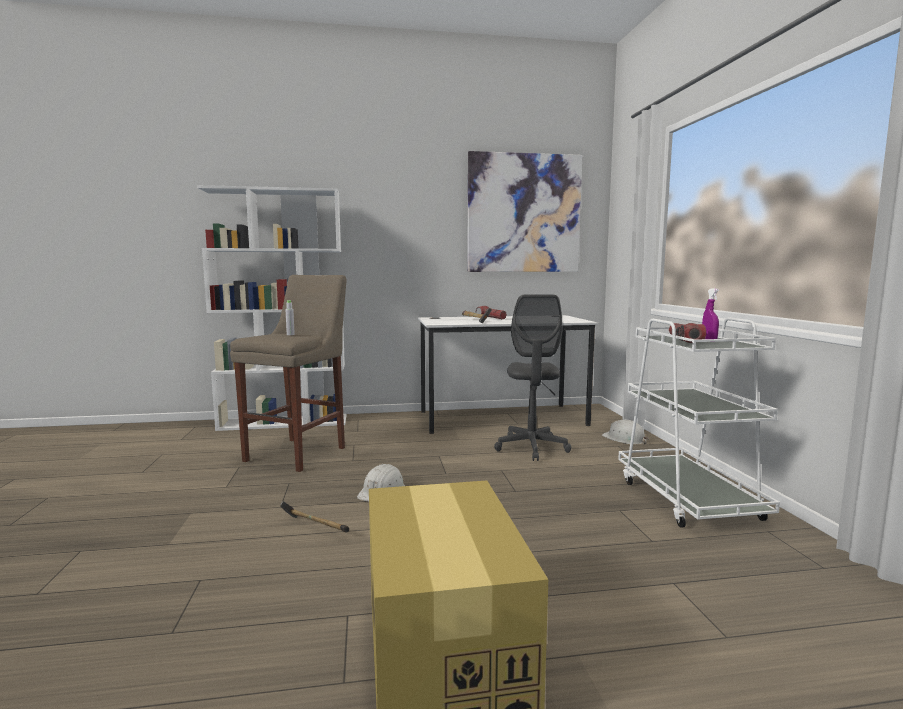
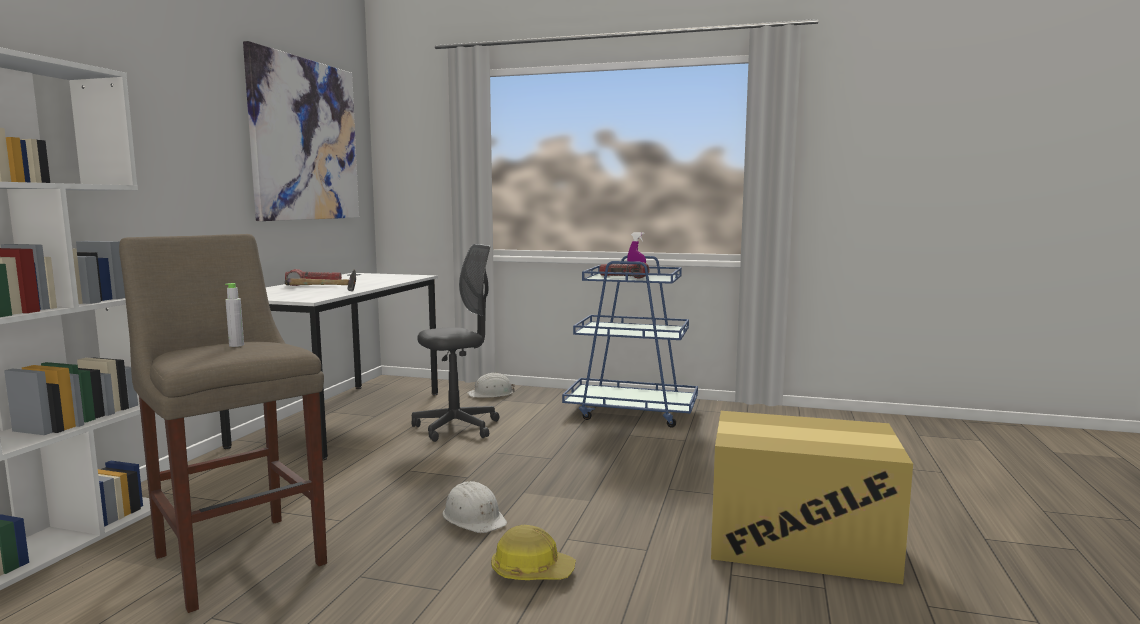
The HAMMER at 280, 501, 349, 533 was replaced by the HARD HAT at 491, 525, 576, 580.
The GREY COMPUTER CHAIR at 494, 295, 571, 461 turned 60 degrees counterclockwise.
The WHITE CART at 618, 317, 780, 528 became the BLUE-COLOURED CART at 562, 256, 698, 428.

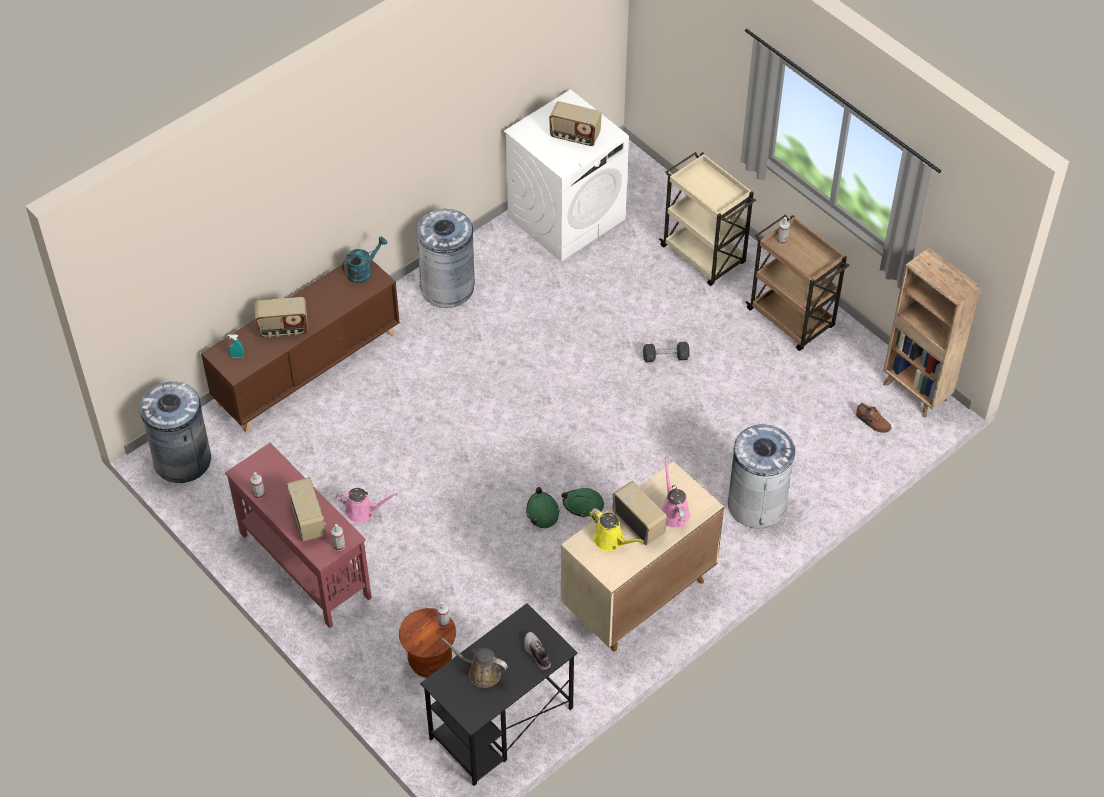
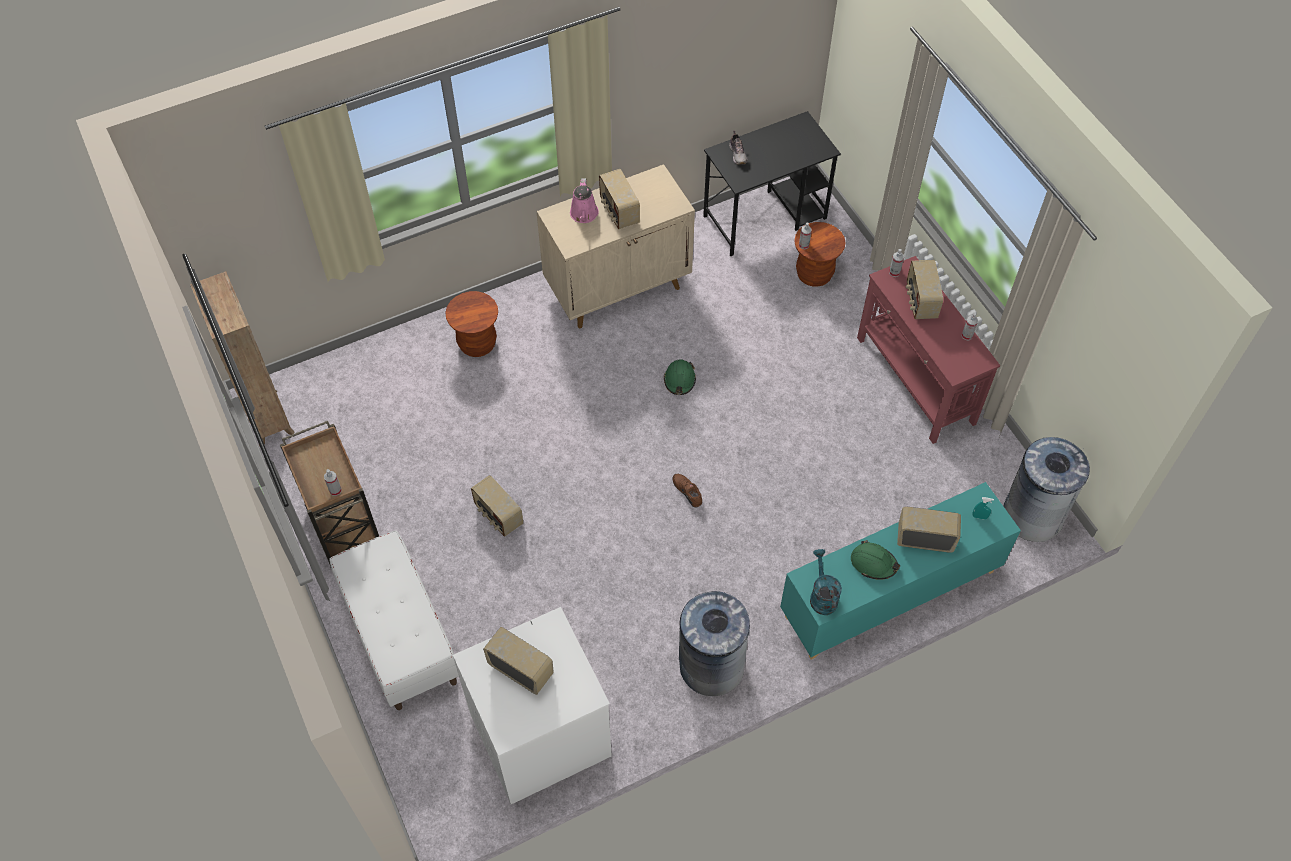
The BROWNISH CABINET at 201, 260, 400, 433 became the TURQUOISE-COLOURED CABINET at 780, 482, 1021, 660.
The PINK-COLOURED SPRINKLING CAN at 336, 488, 398, 523 disappeared.
The TURQUOISE-COLOURED SPRINKLING CAN at 342, 236, 387, 283 turned 105 degrees clockwise.
The BROWNISH SPRINKLING CAN at 441, 637, 508, 688 disappeared.
The GREENISH HARD HAT moved from 562, 488, 604, 517 to 851, 540, 900, 580.
The YELLOW SPRINKLING CAN at 589, 508, 644, 551 disappeared.
The GREY DUMBBELL at 643, 342, 690, 362 was replaced by the RADIO RECEIVER at 471, 475, 523, 537.
The BEIGE CART at 659, 152, 756, 286 was replaced by the WHITE INDOOR BENCH at 329, 531, 459, 710.
The GREY TRASH CAN at 728, 424, 798, 528 was replaced by the BROWNISH STOOL SEAT at 445, 291, 498, 357.
The BROWNISH LOW SHOE moved from 856, 403, 891, 433 to 672, 474, 702, 508.

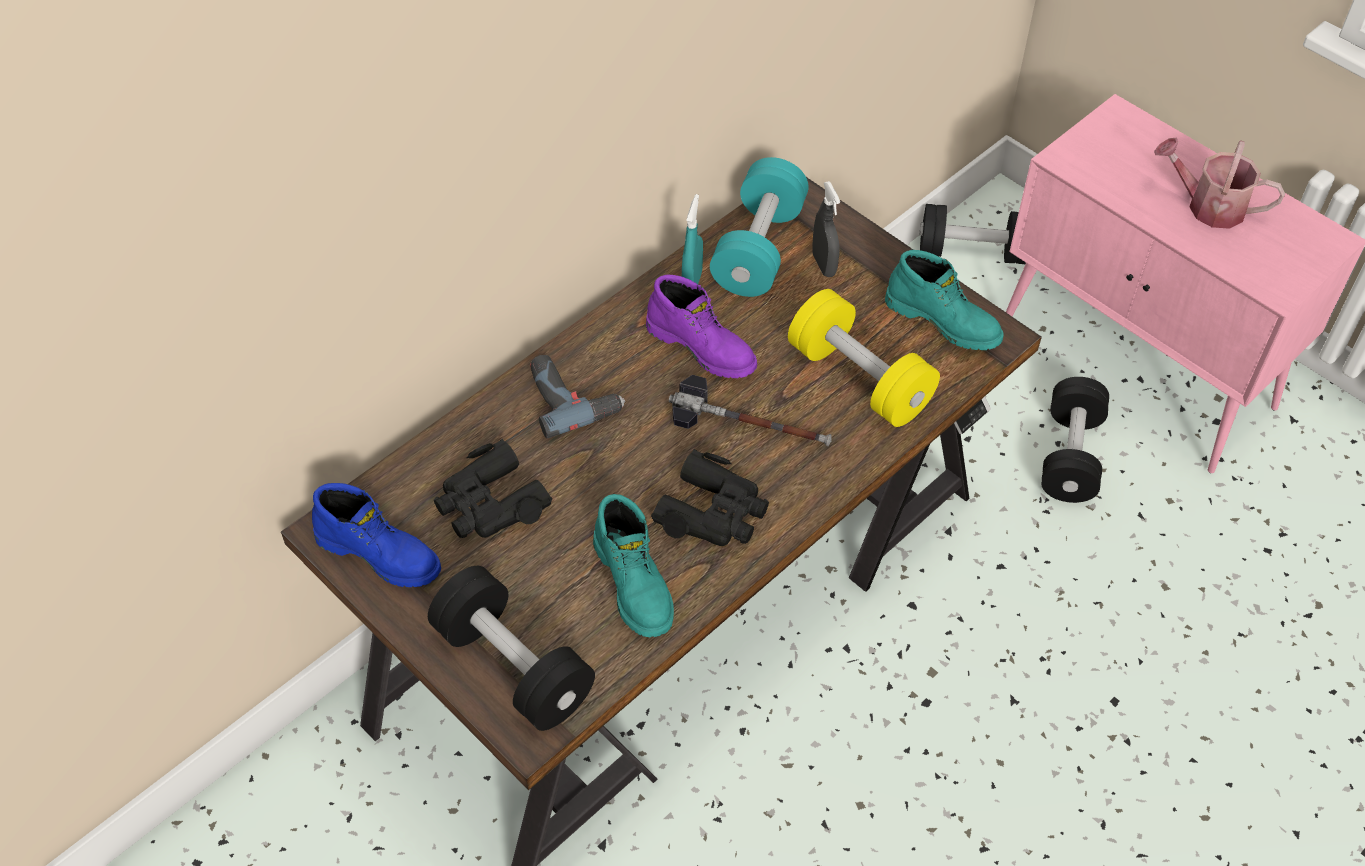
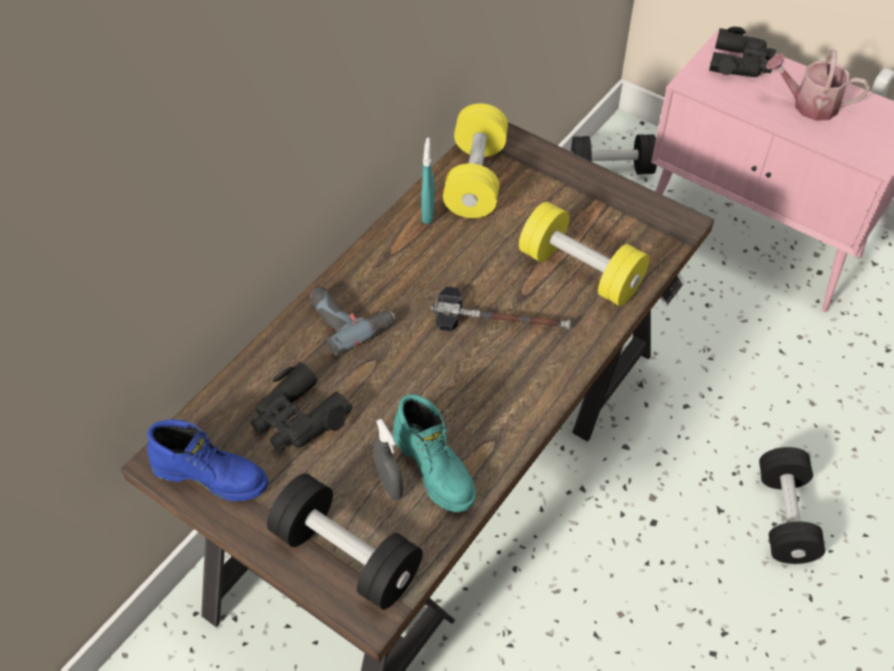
The PURPLISH BOOT at 646, 275, 757, 378 disappeared.
The BLACK FIELD GLASSES moved from 651, 449, 769, 546 to 709, 27, 776, 77.
The TURQUOISE-COLOURED DUMBBELL at 710, 157, 809, 297 became the YELLOW DUMBBELL at 443, 103, 508, 218.
The GREY SPRAYER moved from 812, 181, 840, 277 to 374, 419, 403, 501.
The TURQUOISE-COLOURED BOOT at 885, 250, 1004, 350 disappeared.
The BLACK DUMBBELL moved from 1041, 377, 1109, 503 to 759, 447, 825, 564.

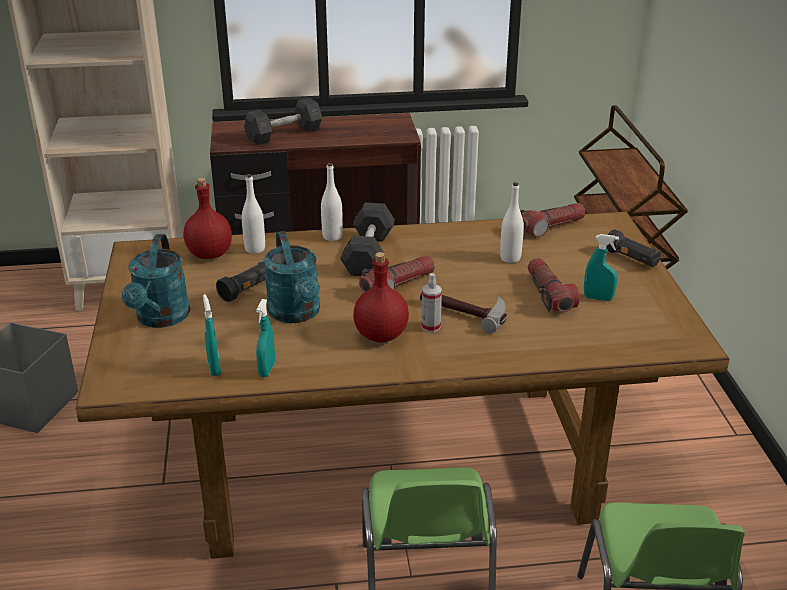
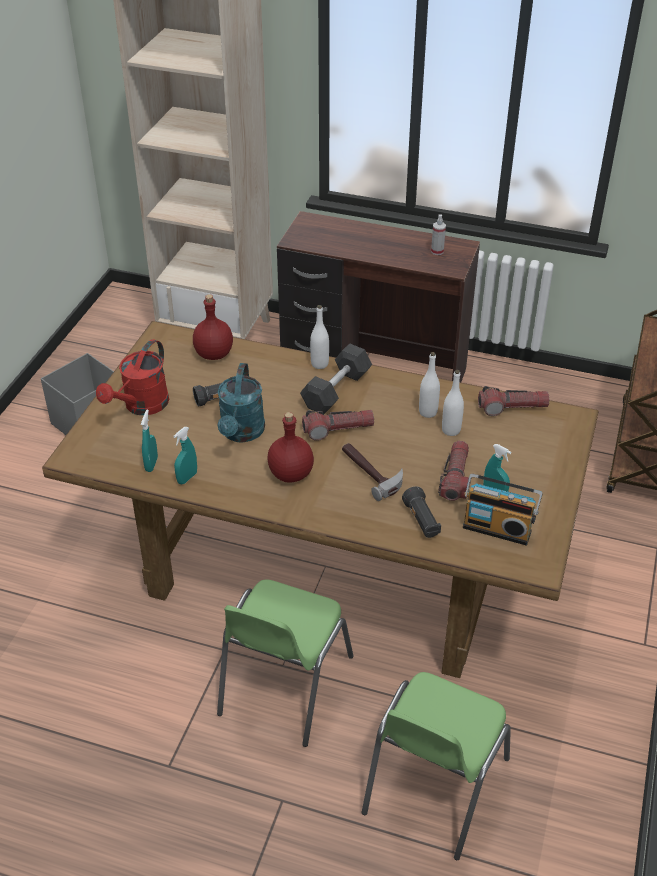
The TURQUOISE-COLOURED SPRINKLING CAN at 122, 234, 191, 328 became the RED-COLOURED SPRINKLING CAN at 96, 339, 169, 415.
The WHITE DRINK BOTTLE moved from 242, 174, 265, 254 to 419, 352, 440, 418.
The GREY DUMBBELL at 244, 97, 322, 145 disappeared.
The SPRAYER moved from 421, 273, 442, 332 to 431, 214, 446, 255.
The BLACK HAND TORCH moved from 606, 229, 661, 267 to 402, 486, 441, 538.
The RADIO RECEIVER at 463, 474, 543, 546 appeared.

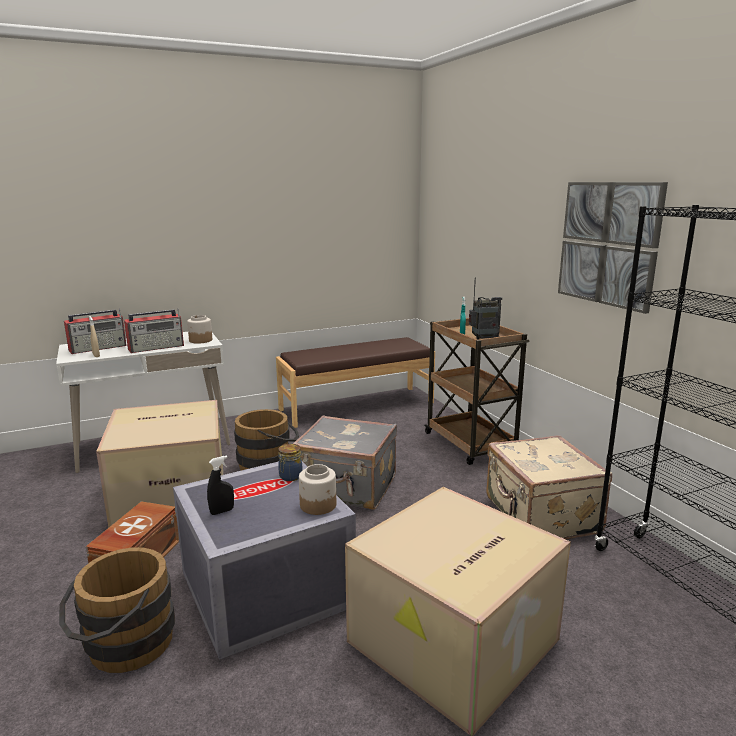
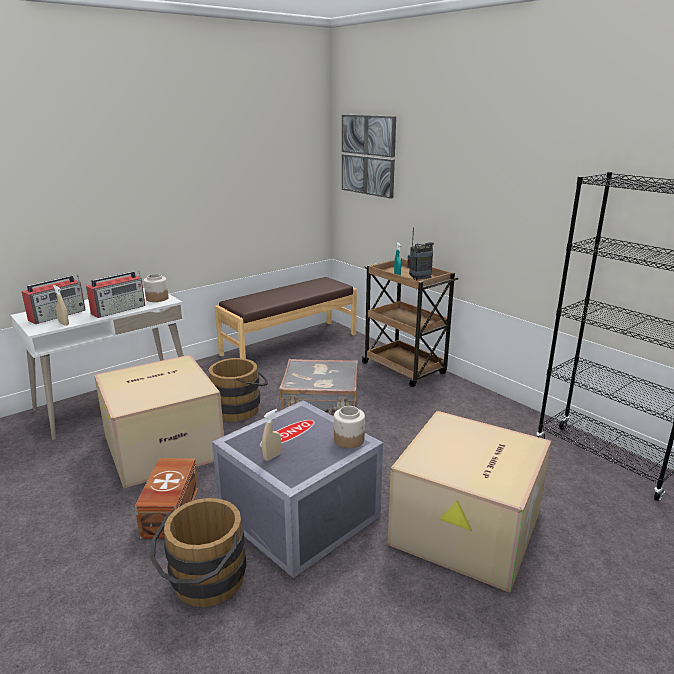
The BLACK SPRAYER at 207, 456, 234, 515 became the BEIGE SPRAYER at 262, 409, 281, 461.
The PRESERVE JAR at 278, 444, 303, 481 disappeared.
The BEIGE SUITCASE at 486, 435, 612, 539 disappeared.
The PICTURE moved from 558, 182, 668, 314 to 342, 115, 396, 199.

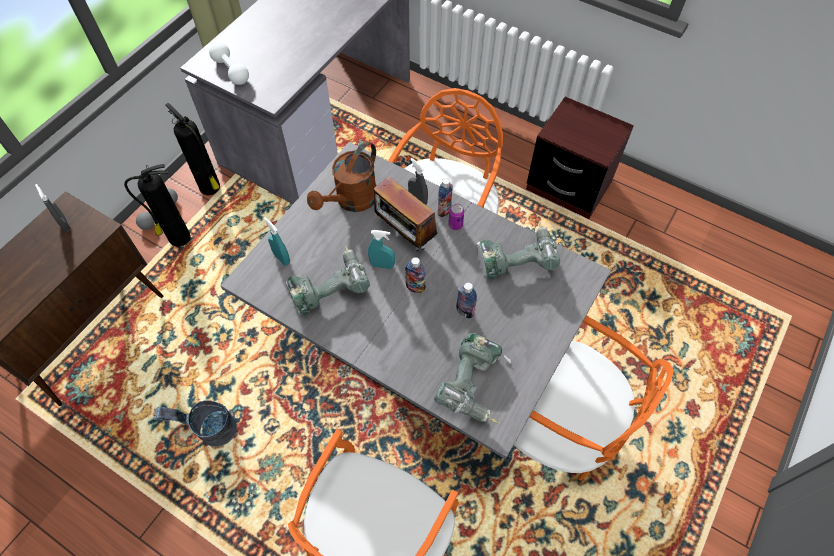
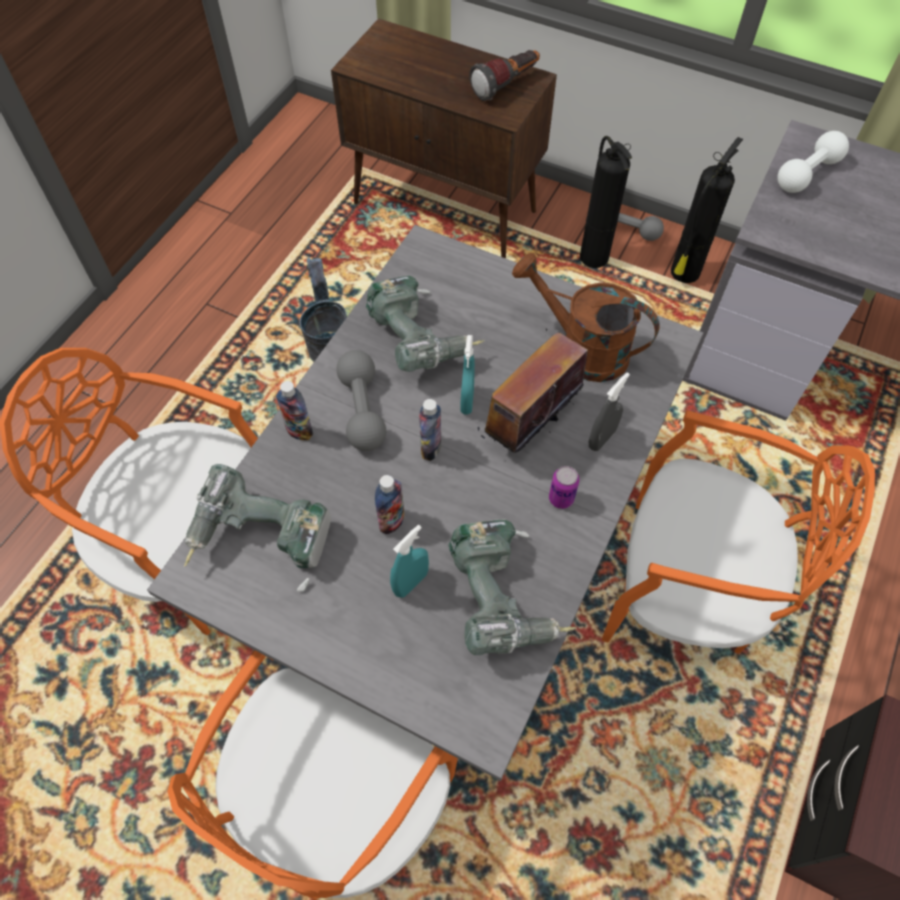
The GREY SPRAYER at 35, 184, 71, 232 was replaced by the HAND TORCH at 469, 50, 540, 101.
The TURQUOISE-COLOURED SPRAYER moved from 264, 217, 290, 265 to 390, 525, 429, 598.
The DRINK BOTTLE moved from 438, 178, 453, 217 to 276, 381, 313, 440.
The GREY DUMBBELL at 336, 350, 386, 451 appeared.

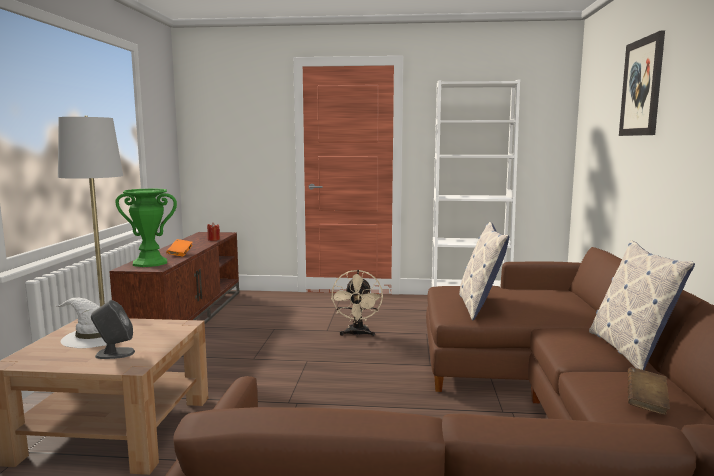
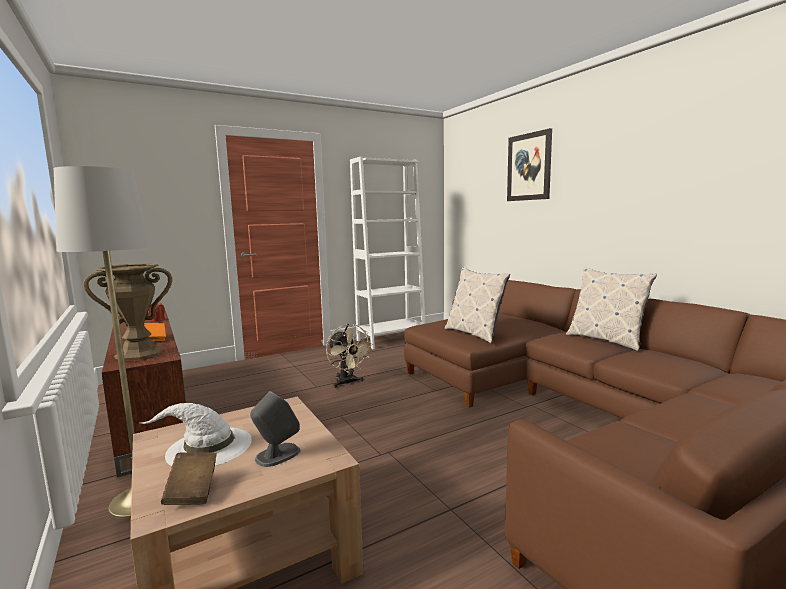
The GREENISH VASE at 115, 188, 177, 267 became the BROWNISH VASE at 83, 263, 172, 361.
The BROWNISH VOLUME moved from 628, 367, 670, 415 to 161, 452, 217, 505.

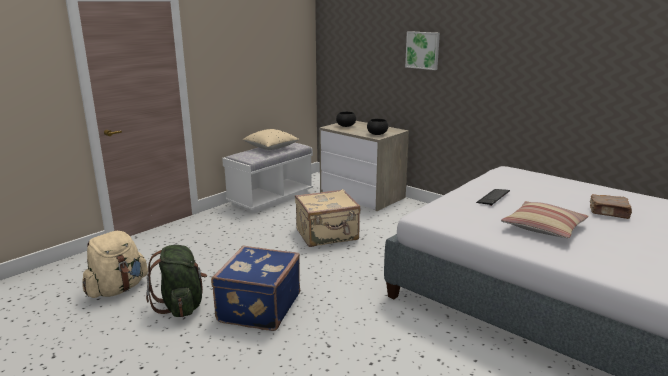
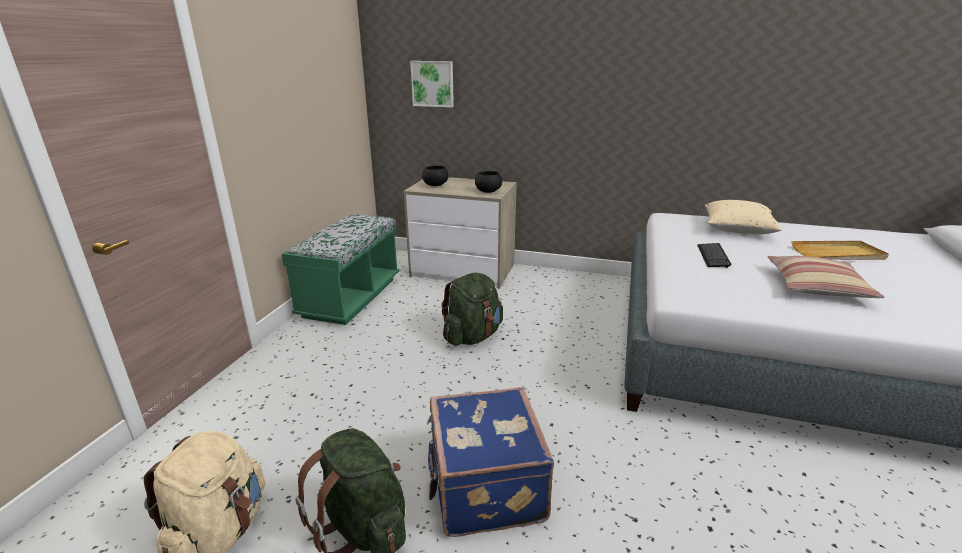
The WHITE INDOOR BENCH at 222, 142, 313, 213 became the GREENISH INDOOR BENCH at 282, 214, 400, 325.
The BEIGE THROW PILLOW moved from 243, 129, 299, 150 to 705, 200, 782, 234.
The BEIGE SUITCASE at 295, 189, 360, 247 was replaced by the GREENISH KNAPSACK at 441, 273, 503, 346.
The PICTURE moved from 405, 31, 440, 70 to 410, 61, 454, 107.
The BROWNISH VOLUME at 590, 194, 632, 219 was replaced by the BEIGE CARRYING TRAY at 792, 241, 889, 260.

